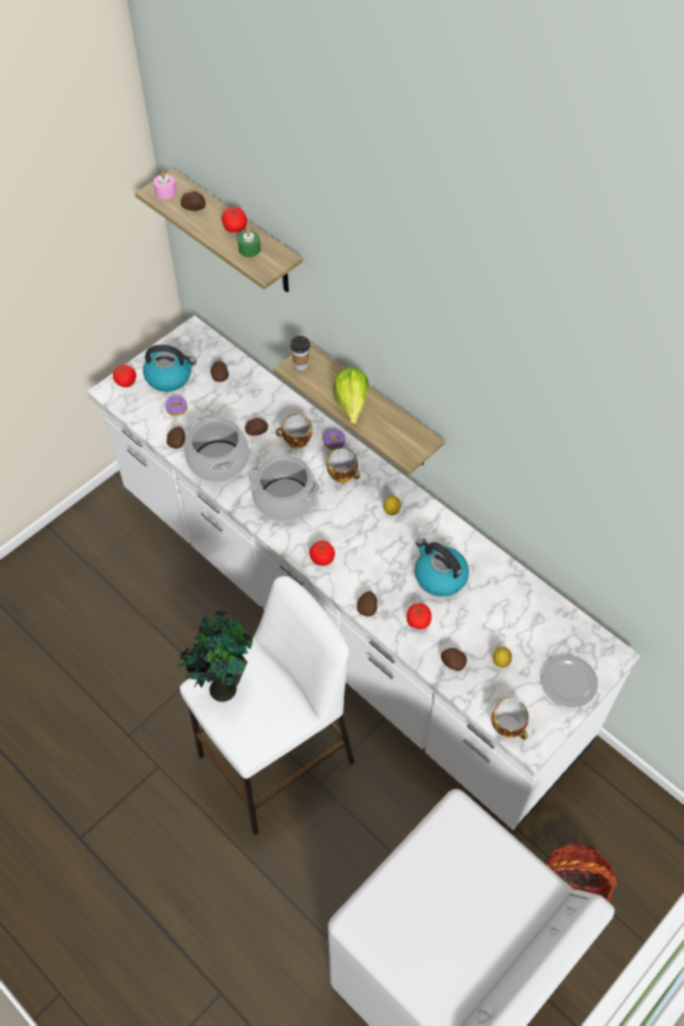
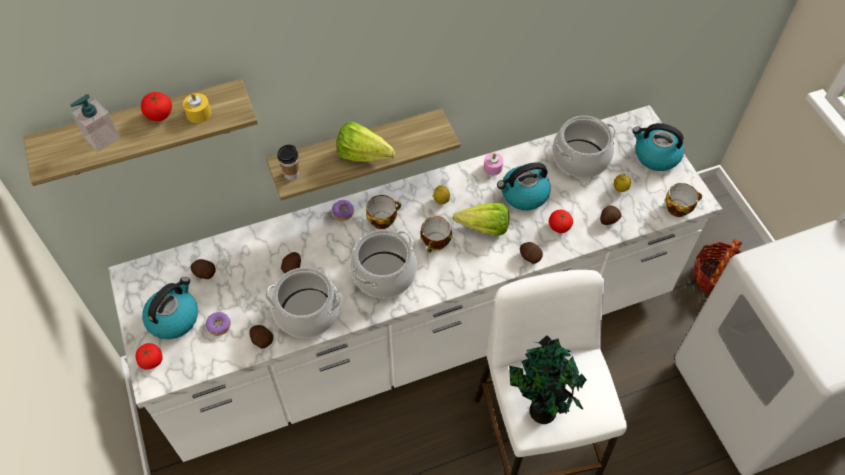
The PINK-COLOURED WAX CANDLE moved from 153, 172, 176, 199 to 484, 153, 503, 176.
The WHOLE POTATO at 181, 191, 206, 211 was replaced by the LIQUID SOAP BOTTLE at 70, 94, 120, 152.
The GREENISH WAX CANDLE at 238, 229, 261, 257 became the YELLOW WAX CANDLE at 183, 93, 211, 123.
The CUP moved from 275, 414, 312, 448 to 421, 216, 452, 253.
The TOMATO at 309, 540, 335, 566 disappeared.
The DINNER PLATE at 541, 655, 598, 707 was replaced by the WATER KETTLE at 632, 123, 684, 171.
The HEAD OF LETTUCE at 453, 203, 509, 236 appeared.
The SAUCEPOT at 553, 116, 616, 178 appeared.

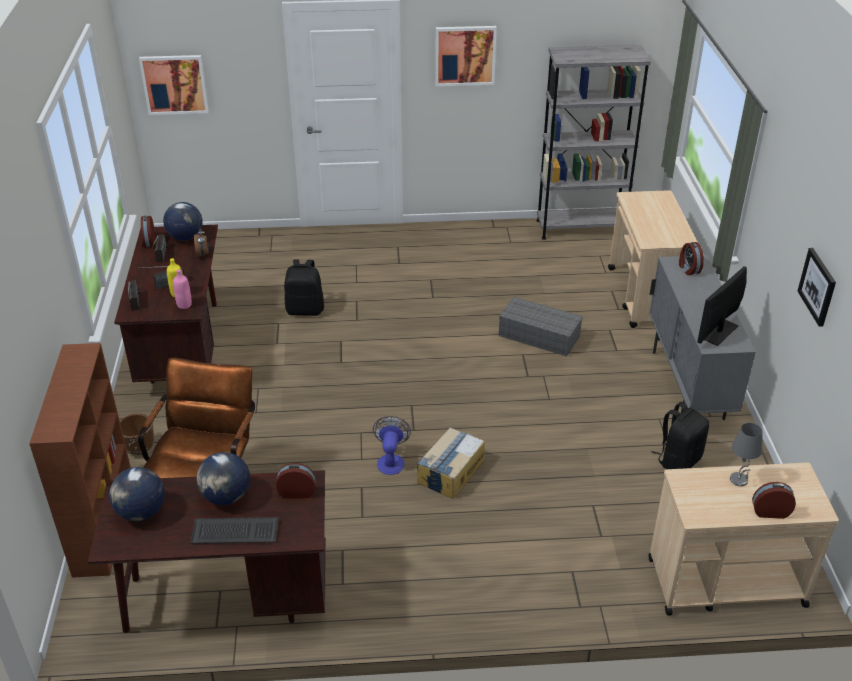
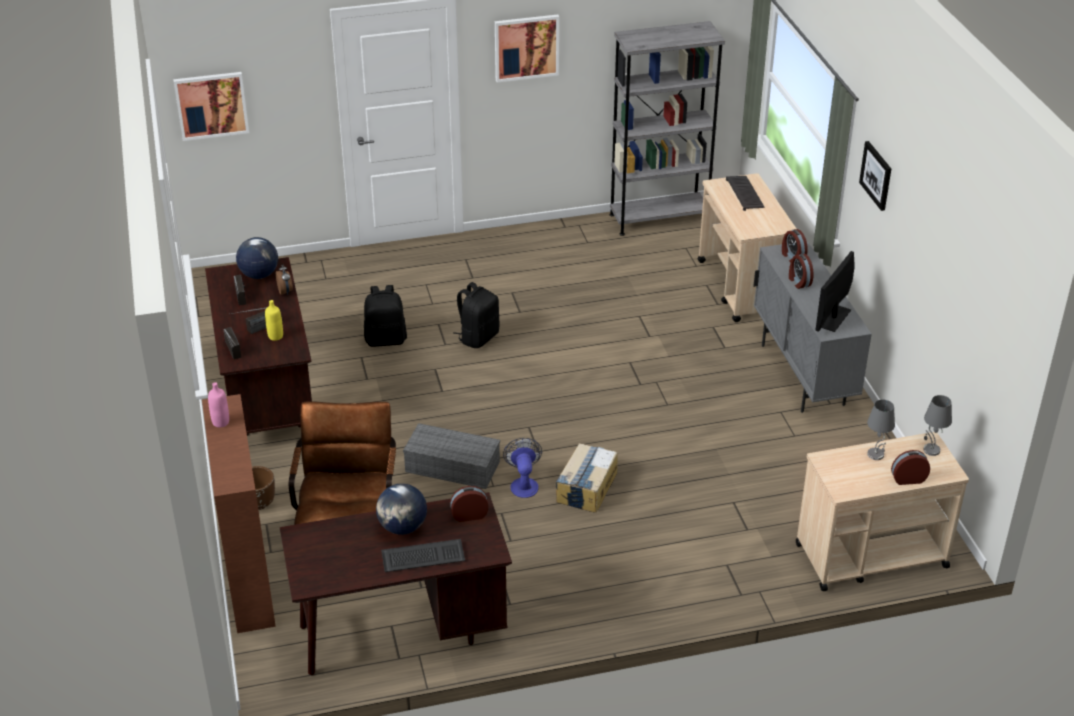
The DESK GLOBE at 109, 467, 165, 521 disappeared.
The BEDSIDE CLOCK moved from 141, 216, 155, 247 to 789, 254, 813, 289.
The PINK-COLOURED DRINK BOTTLE moved from 173, 270, 192, 309 to 208, 382, 229, 427.
The GREY STORAGE CONTAINER moved from 499, 297, 583, 356 to 403, 423, 500, 489.
The BLACK KNAPSACK moved from 651, 402, 710, 469 to 453, 282, 499, 348.
The PICTURE moved from 798, 248, 836, 327 to 859, 141, 891, 211.
The PC KEYBOARD at 726, 176, 765, 211 appeared.
The GREY TABLE LAMP at 923, 395, 952, 456 appeared.

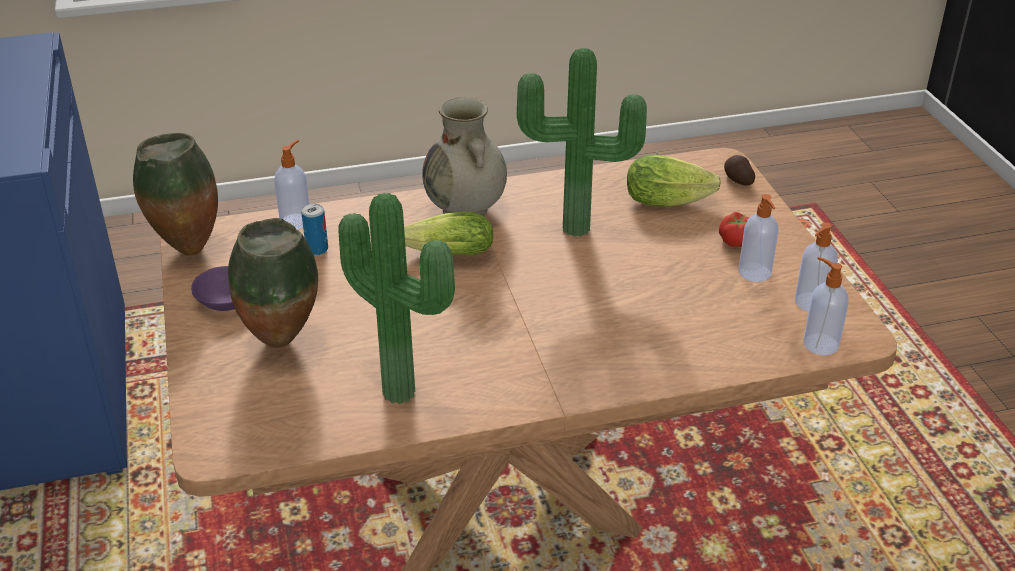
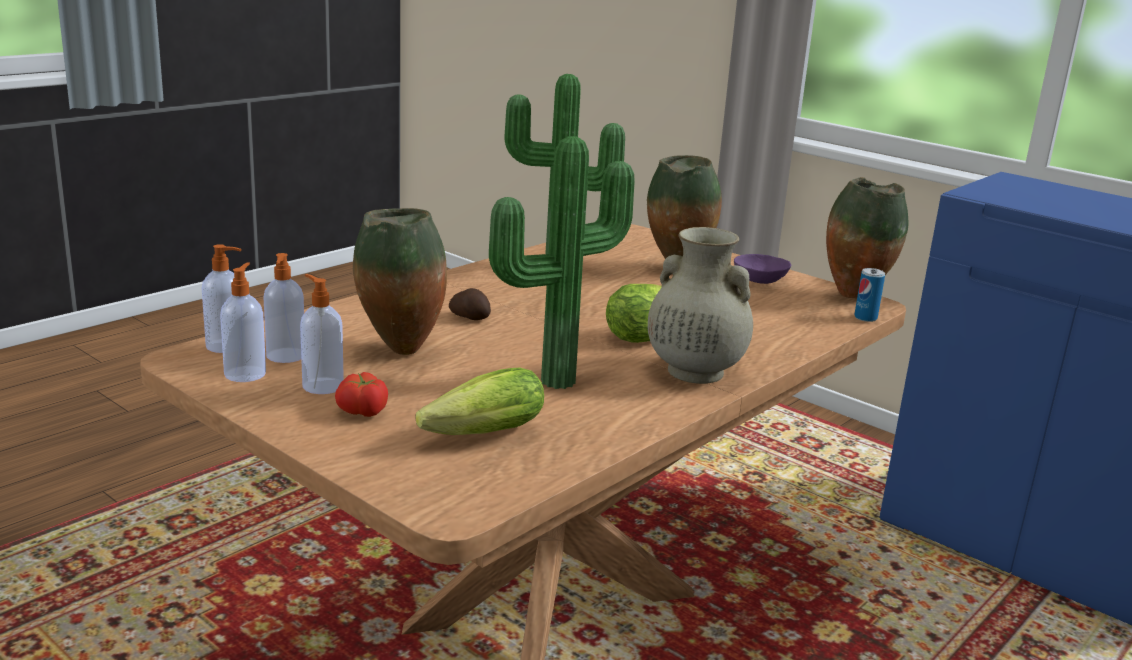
The LIQUID SOAP BOTTLE moved from 274, 140, 309, 230 to 264, 253, 304, 363.
The METAL CAN moved from 301, 203, 328, 255 to 854, 268, 885, 322.
The WHOLE POTATO moved from 724, 155, 755, 186 to 449, 288, 491, 320.
The VASE at 353, 208, 447, 355 appeared.

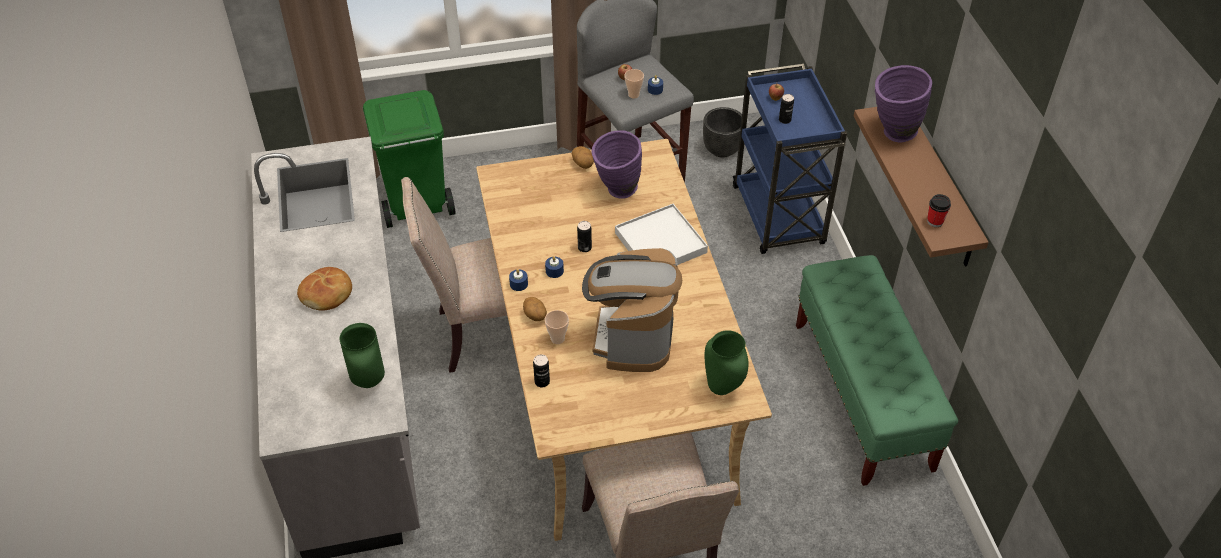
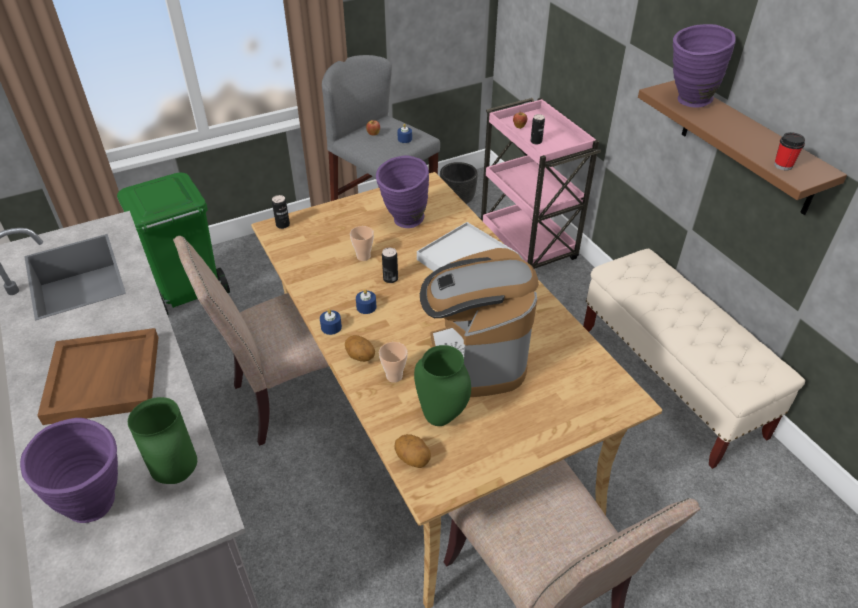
The BAKED BREAD at 297, 267, 352, 311 was replaced by the BROWNISH CARRYING TRAY at 37, 328, 158, 425.
The METAL CAN moved from 533, 354, 550, 387 to 272, 195, 290, 229.
The WHOLE POTATO moved from 572, 146, 594, 169 to 394, 434, 431, 468.
The CUP moved from 624, 69, 644, 98 to 350, 226, 374, 261.
The GREENISH VASE moved from 704, 330, 748, 395 to 414, 345, 471, 426.
The BLUE-COLOURED CART at 733, 64, 847, 254 became the PINK-COLOURED CART at 481, 98, 601, 269.
The GREENISH INDOOR BENCH at 796, 255, 958, 486 became the BEIGE INDOOR BENCH at 583, 249, 805, 469.
The PURPLISH VASE at 20, 418, 118, 523 appeared.

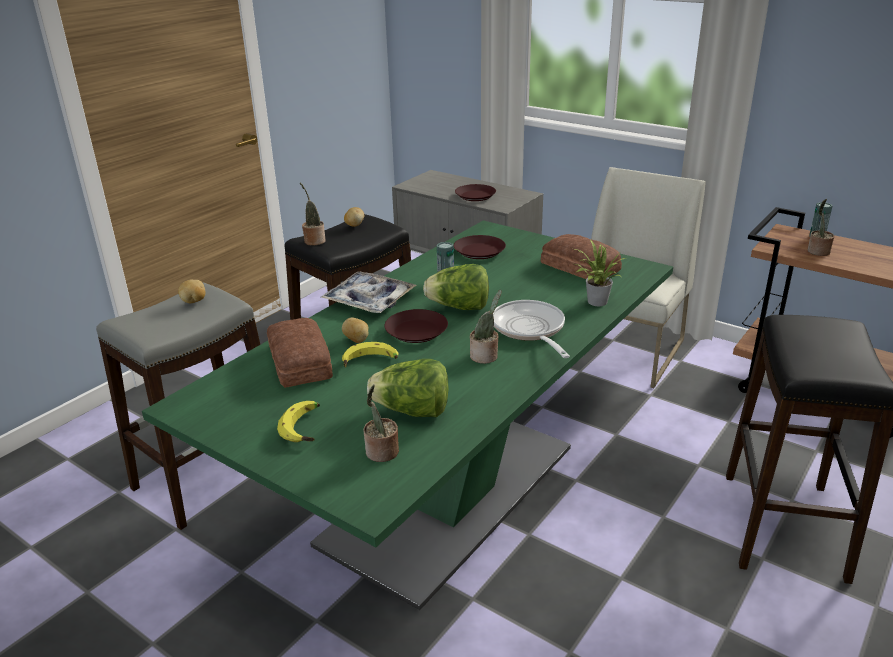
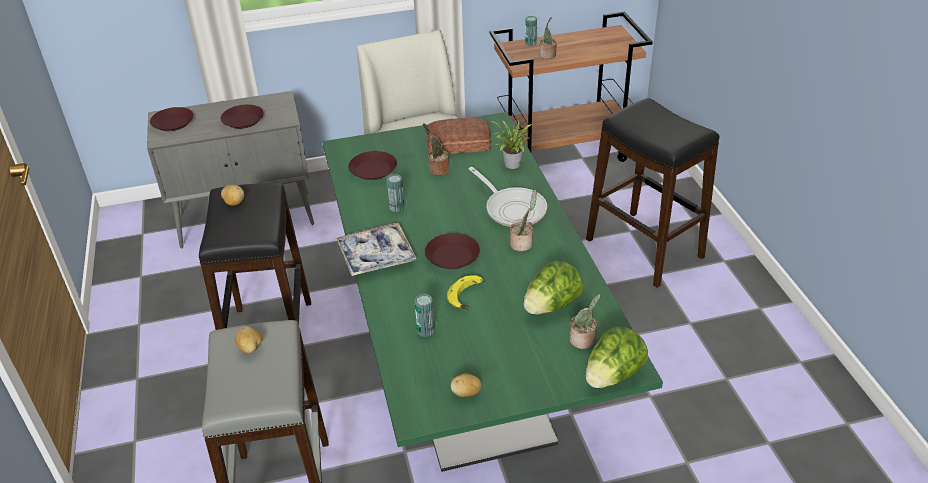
The BAKED BREAD at 267, 318, 333, 388 was replaced by the METAL CAN at 415, 294, 435, 337.
The BANANA FRUIT at 277, 401, 320, 442 disappeared.
The HOUSEPLANT moved from 300, 183, 326, 246 to 423, 123, 449, 176.
The WHOLE POTATO moved from 342, 317, 369, 343 to 450, 373, 481, 397.
The HEAD OF LETTUCE moved from 423, 264, 489, 310 to 585, 327, 648, 388.
The FRYING PAN at 493, 300, 570, 358 turned 150 degrees counterclockwise.
The BROWNISH DINNER PLATE at 150, 107, 194, 131 appeared.

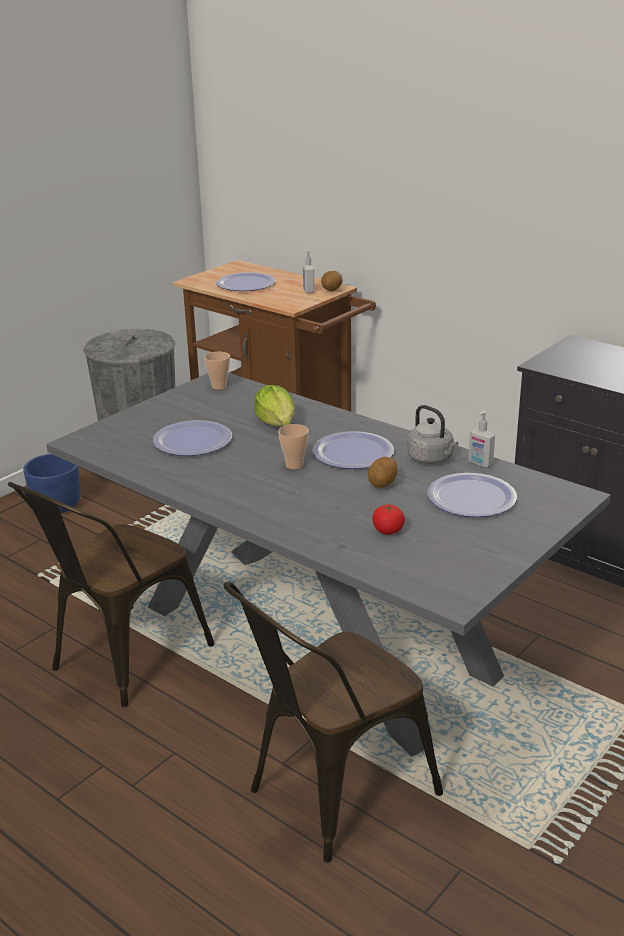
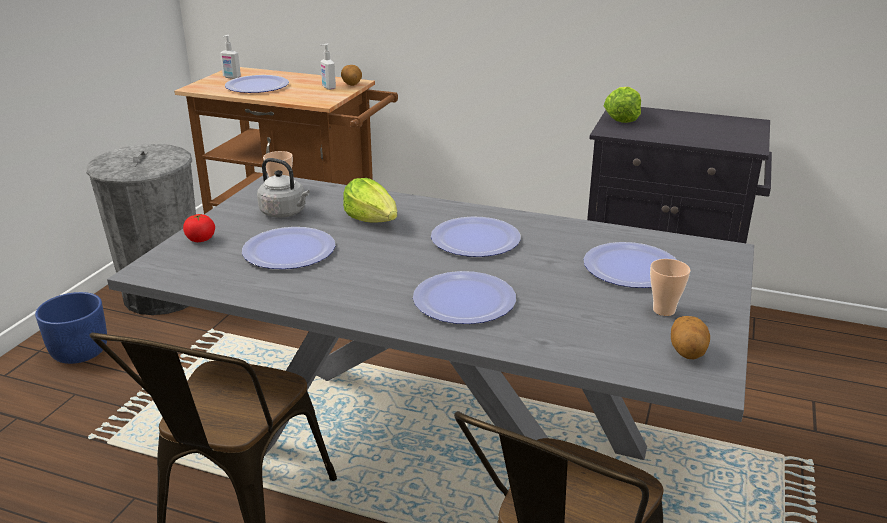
The CUP moved from 278, 424, 309, 469 to 650, 259, 691, 316.
The WHOLE POTATO moved from 368, 457, 397, 488 to 671, 316, 710, 359.
The TOMATO moved from 372, 504, 405, 535 to 183, 214, 215, 242.
The GREY WATER KETTLE moved from 407, 405, 458, 464 to 257, 158, 310, 218.
The LIQUID SOAP BOTTLE moved from 468, 410, 495, 468 to 220, 35, 241, 79.
The DINNER PLATE at 413, 271, 516, 324 appeared.
The HEAD OF LETTUCE at 604, 87, 641, 123 appeared.

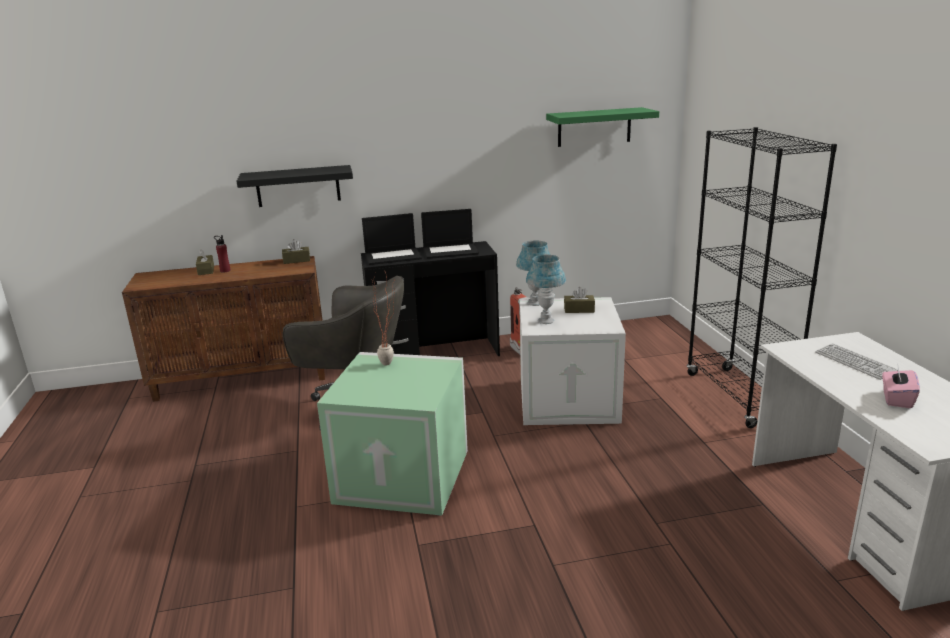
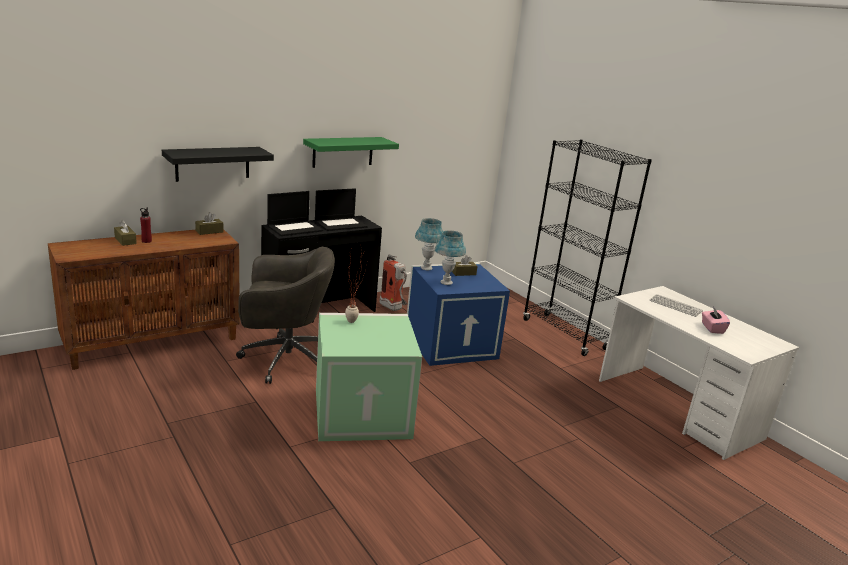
The WHITE STORAGE CONTAINER at 520, 297, 626, 425 became the BLUE-COLOURED STORAGE CONTAINER at 407, 263, 510, 366.
The GREENISH SHELF moved from 546, 107, 659, 147 to 303, 137, 399, 168.

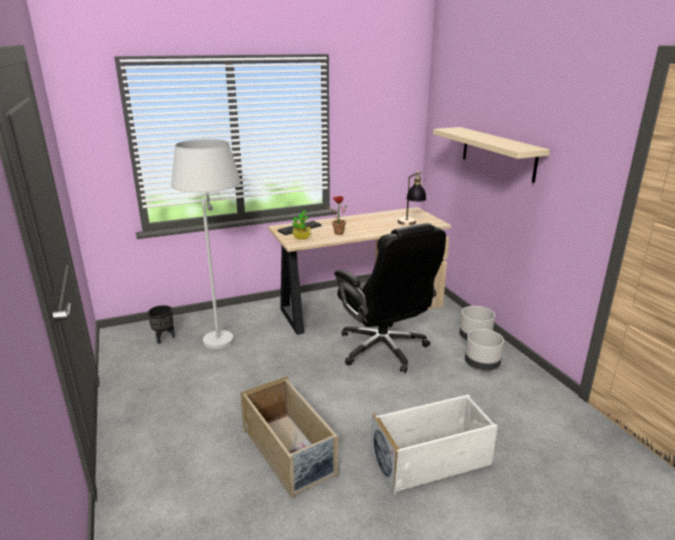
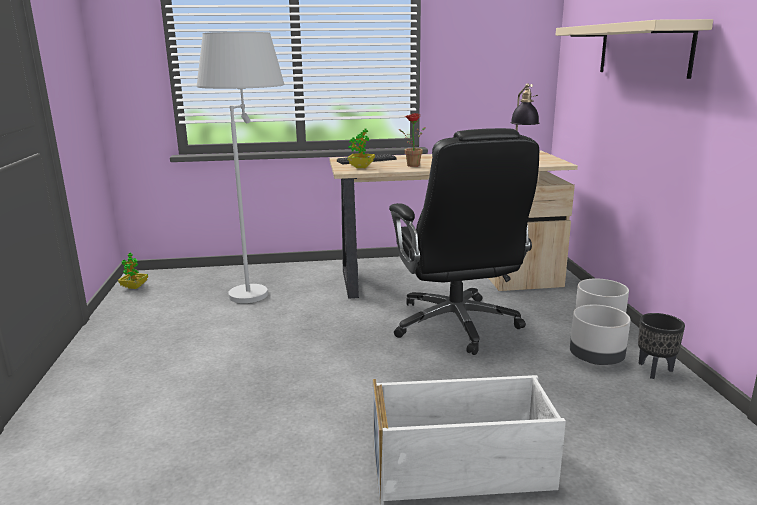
The BLACK PLANTER moved from 148, 305, 175, 344 to 638, 313, 685, 379.
The BEIGE STORAGE CONTAINER at 240, 376, 338, 498 disappeared.
The HOUSEPLANT at 118, 253, 148, 289 appeared.

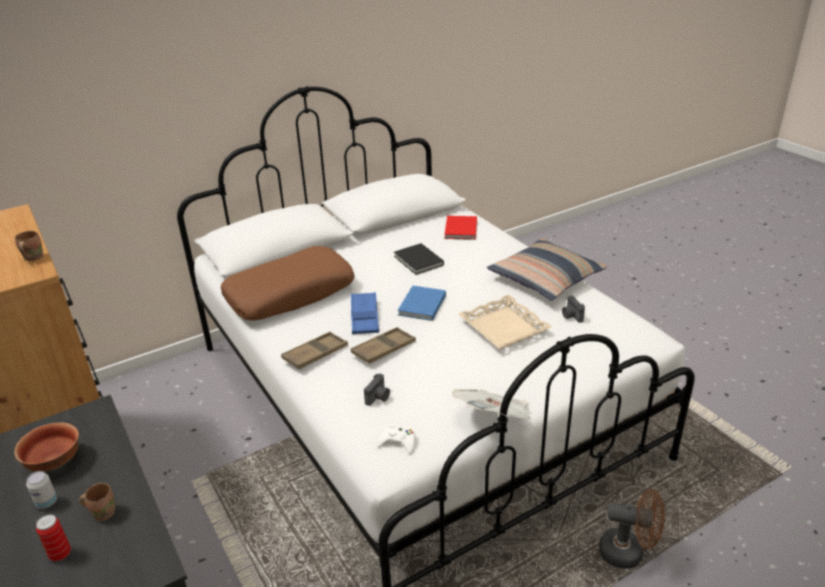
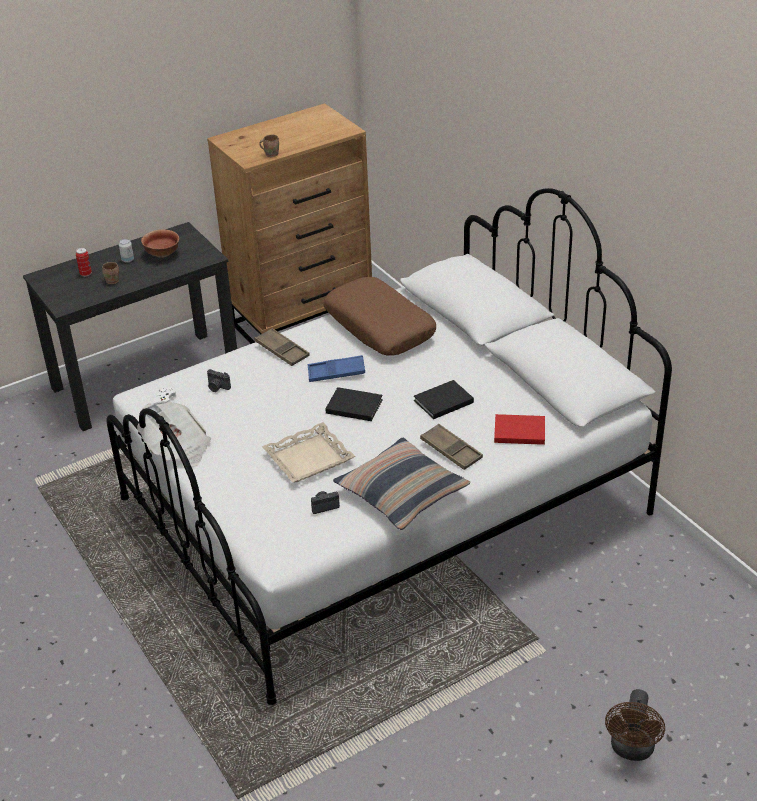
The BROWNISH CARRYING TRAY moved from 351, 327, 416, 364 to 420, 424, 483, 470.
The BLUE-COLOURED VOLUME at 398, 286, 446, 321 became the BLACK VOLUME at 325, 387, 383, 421.
The BROWNISH ELECTRIC FAN moved from 599, 489, 665, 569 to 605, 689, 665, 761.

